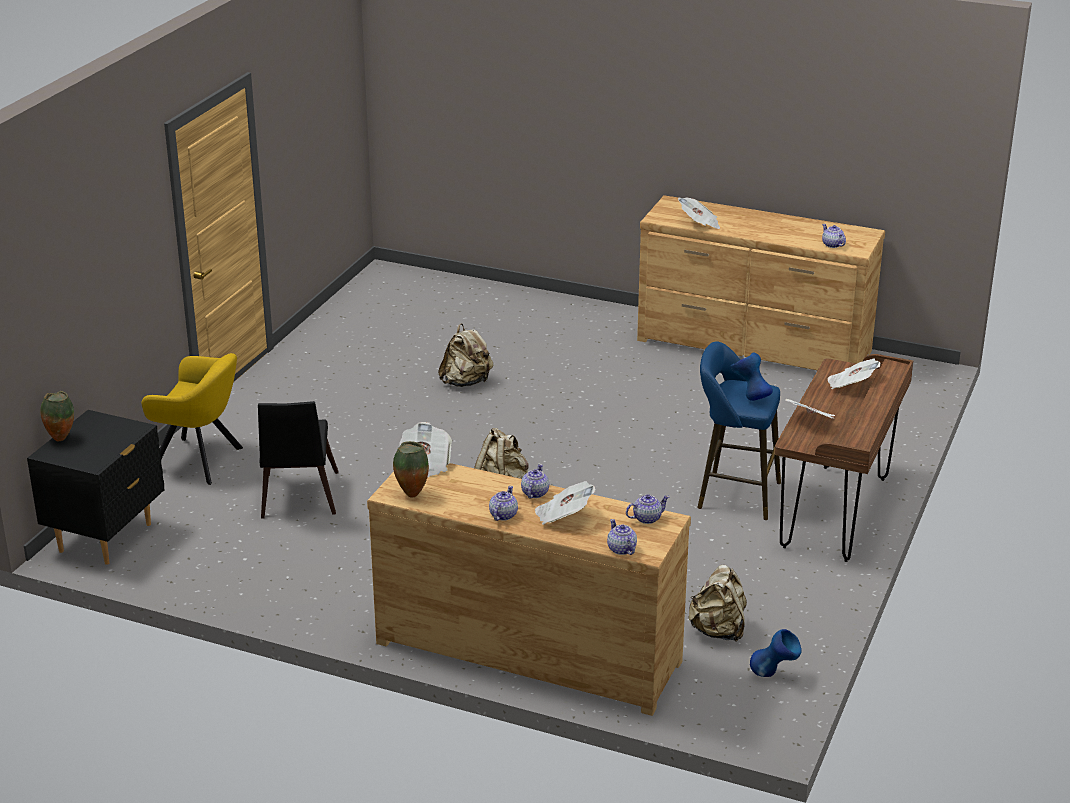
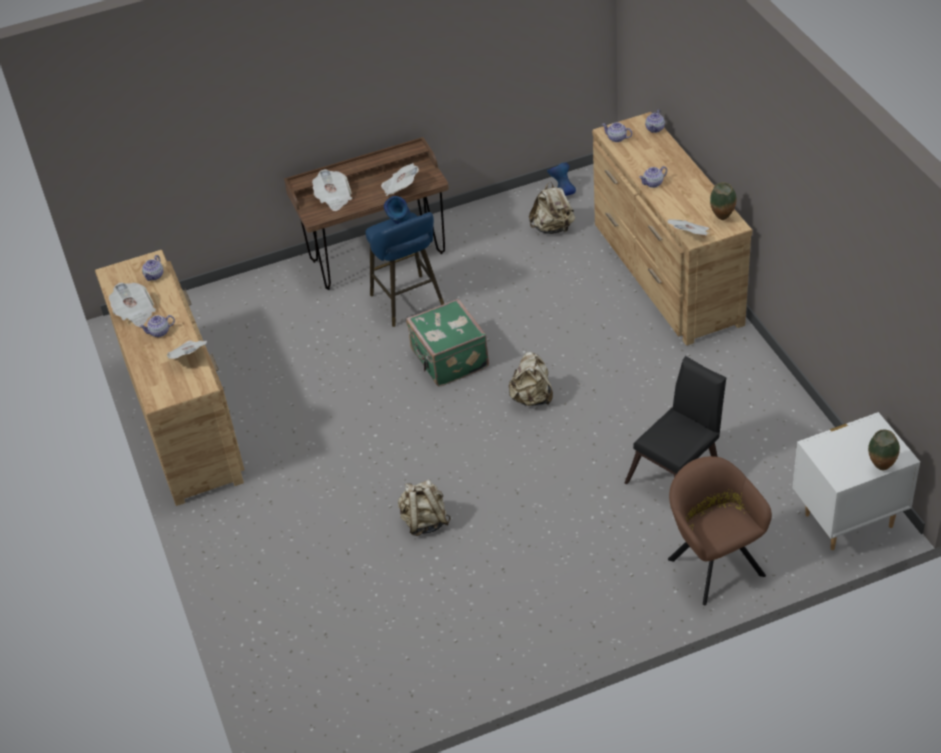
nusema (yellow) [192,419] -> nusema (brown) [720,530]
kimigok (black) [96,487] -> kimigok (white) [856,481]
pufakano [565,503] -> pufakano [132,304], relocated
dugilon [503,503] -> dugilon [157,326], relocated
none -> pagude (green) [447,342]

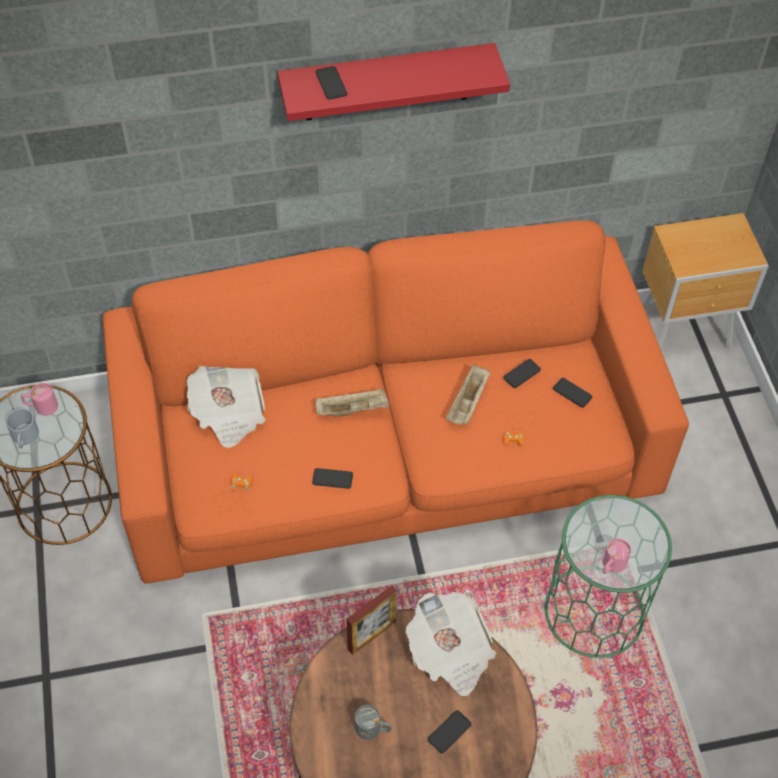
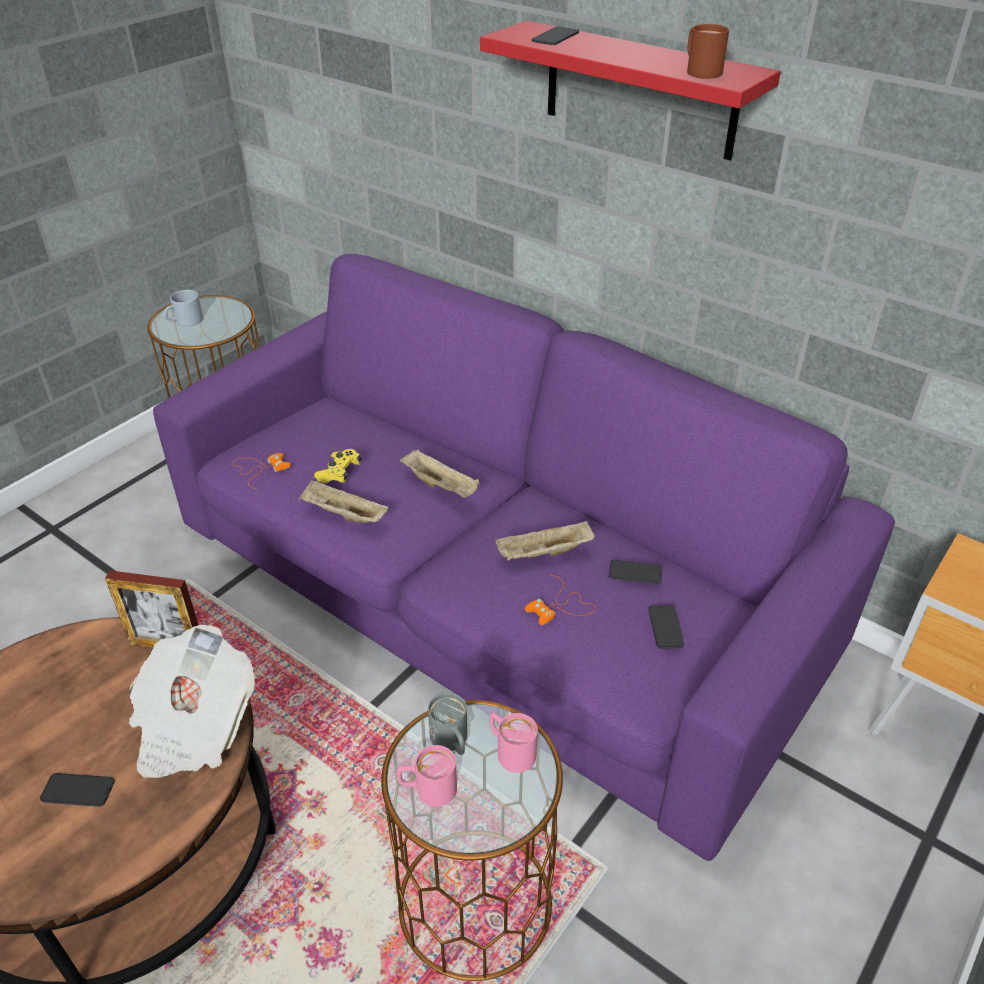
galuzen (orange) [396,402] -> galuzen (purple) [524,557]
pufakano [226,407] -> none
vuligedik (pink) [39,399] -> vuligedik (pink) [513,742], relocated
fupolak [332,478] -> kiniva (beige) [344,501]
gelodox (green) [608,576] -> gelodox (brown) [472,840]
vuligedik (grey) [373,722] -> vuligedik (grey) [447,724], relocated
none -> vuligedik (brown) [708,51]
none -> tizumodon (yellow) [337,466]

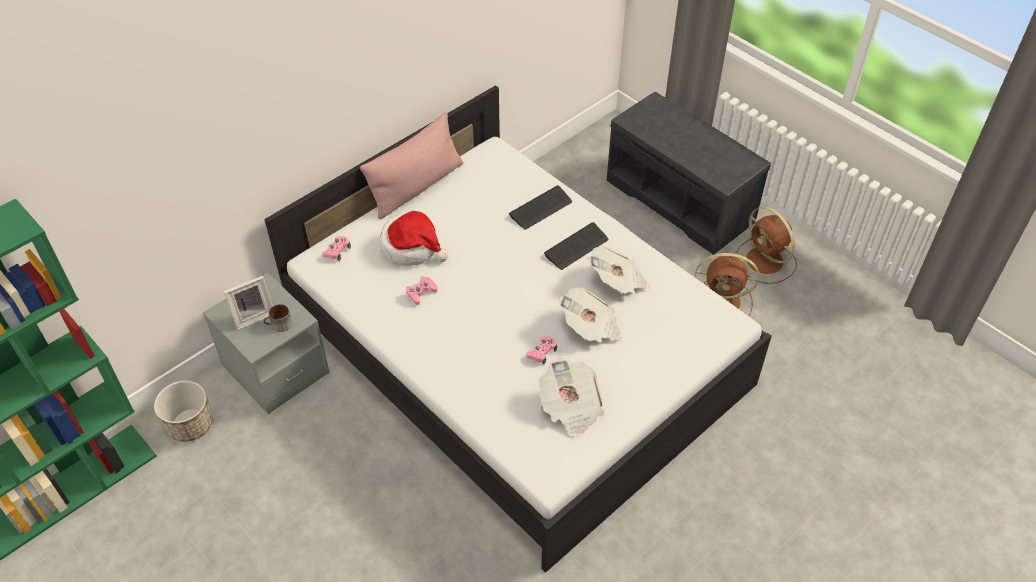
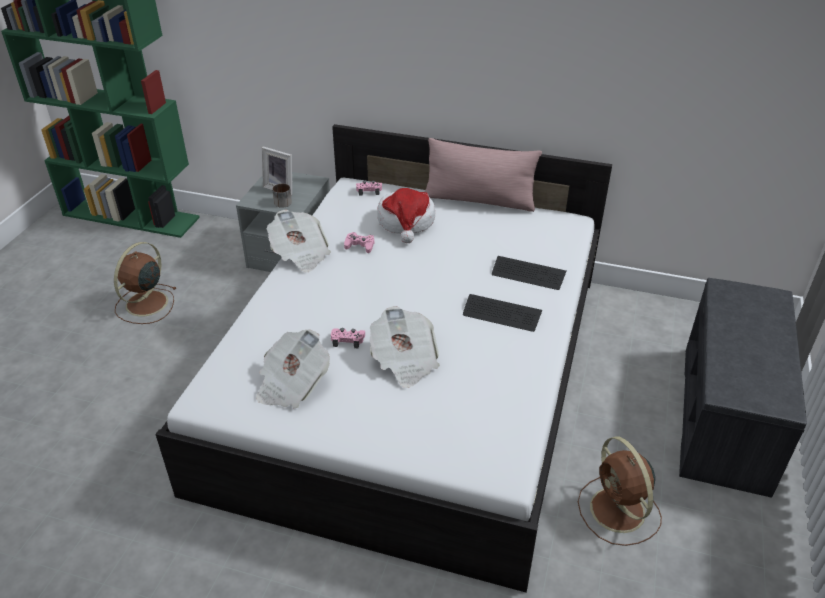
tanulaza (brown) [766,245] -> tanulaza (brown) [145,283], relocated
pufakano [619,270] -> pufakano [299,241], relocated
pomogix [183,411] -> none

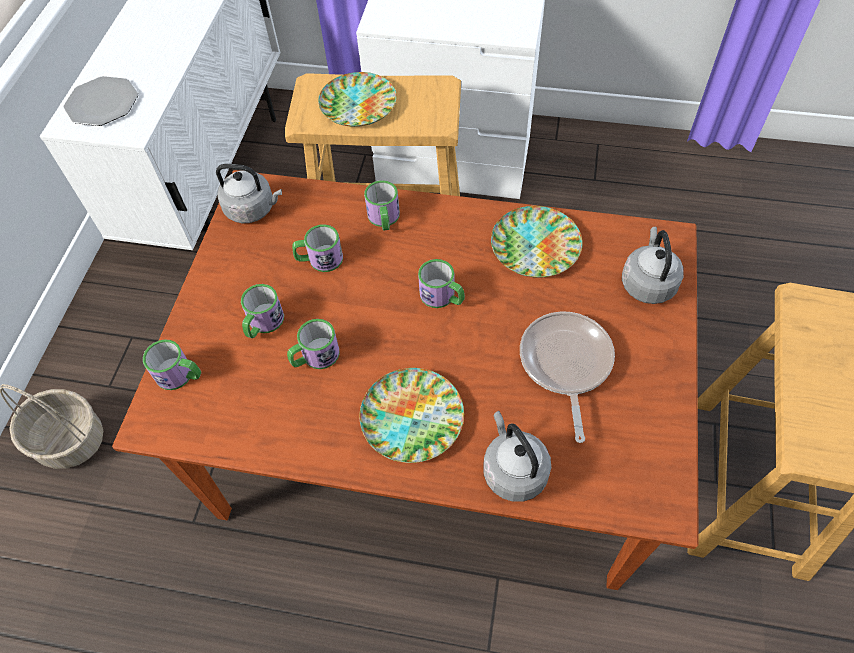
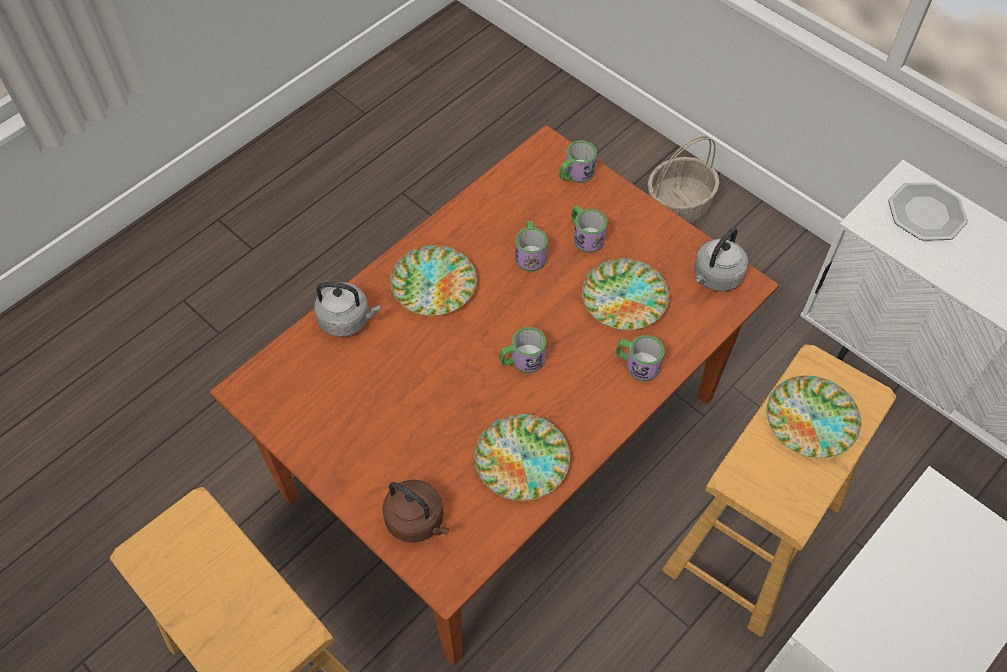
vuligedik [317,248] -> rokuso [625,294]
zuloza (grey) [653,265] -> zuloza (brown) [415,511]
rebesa [567,377] -> none

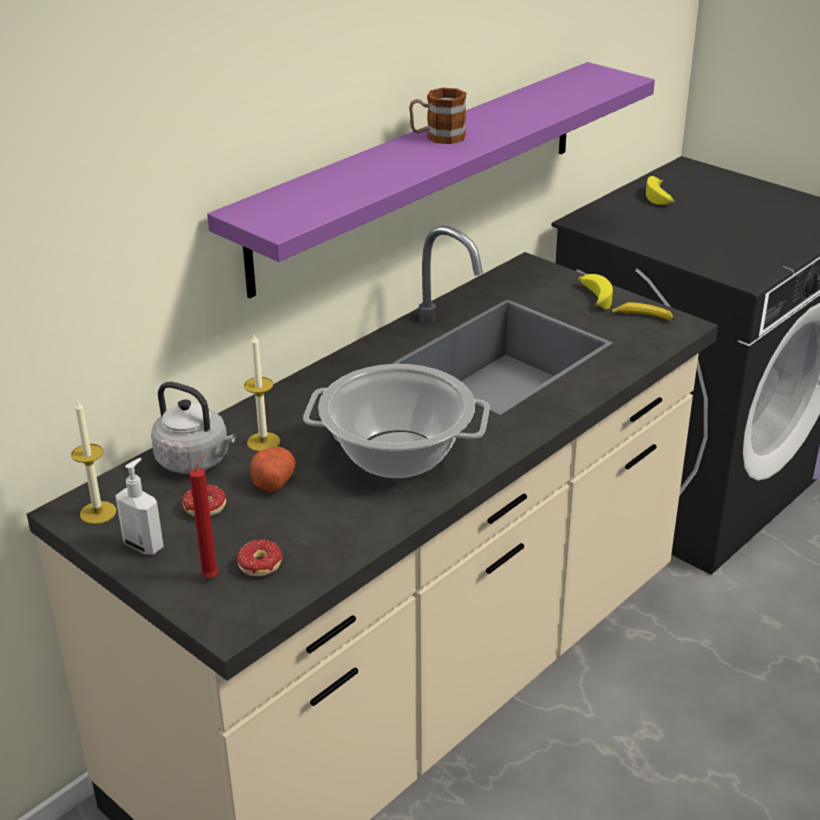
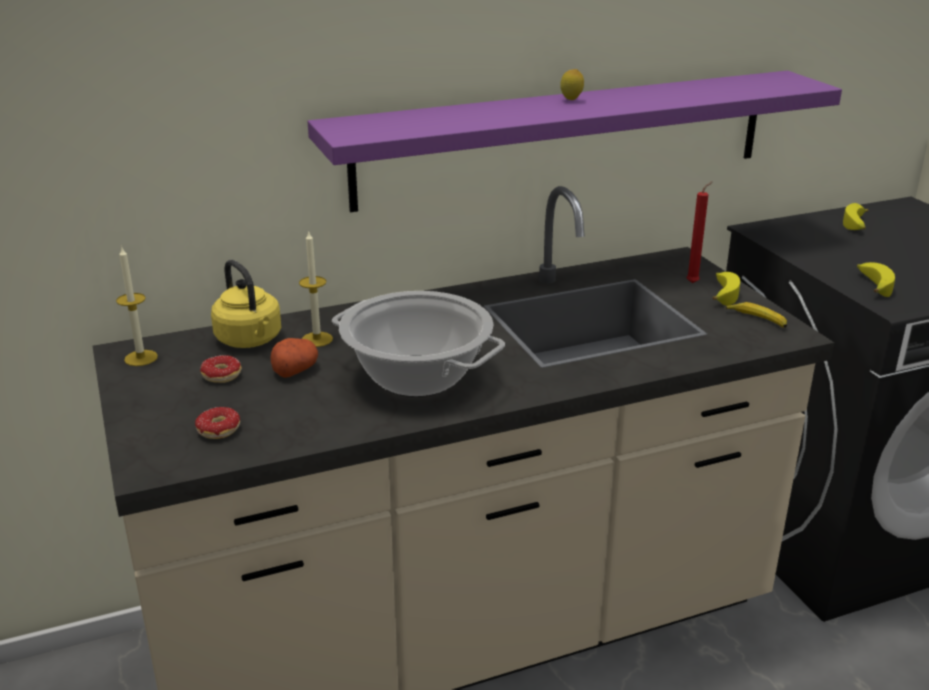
vuligedik [437,116] -> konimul [572,84]
zuloza (grey) [193,428] -> zuloza (yellow) [246,304]
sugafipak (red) [204,515] -> sugafipak (red) [700,232], relocated
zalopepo [139,506] -> none
none -> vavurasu [876,279]

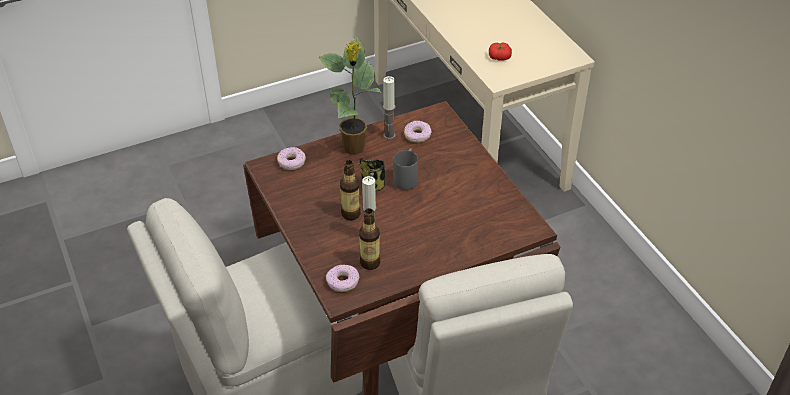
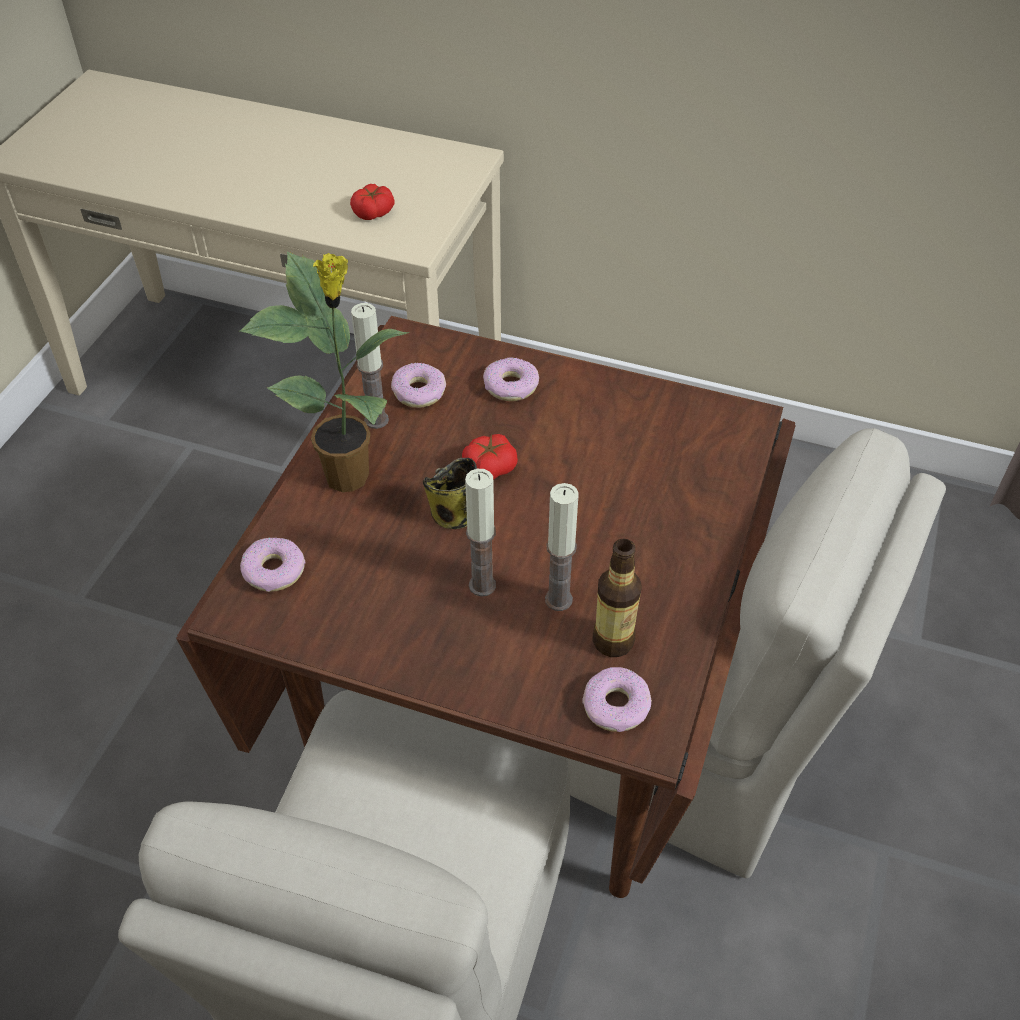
vuligedik (grey) [405,169] -> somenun [490,457]
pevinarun [350,190] -> sugafipak [480,533]
none -> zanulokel [511,379]

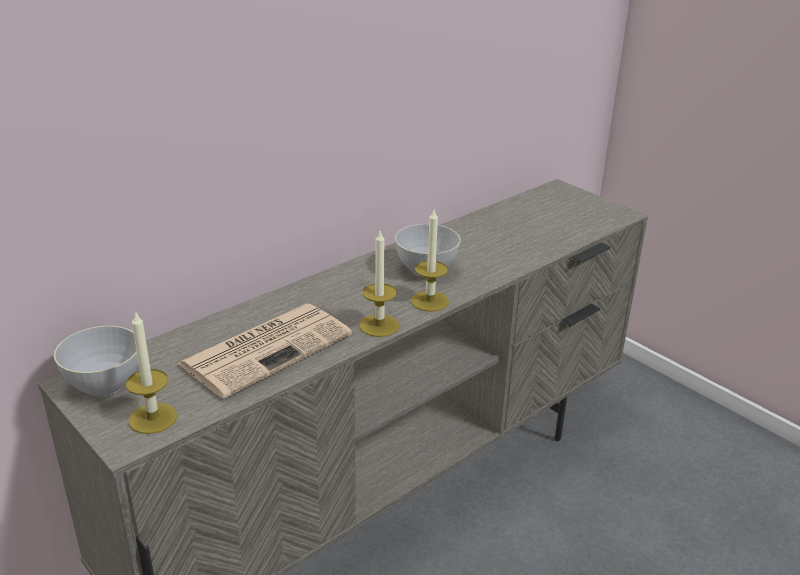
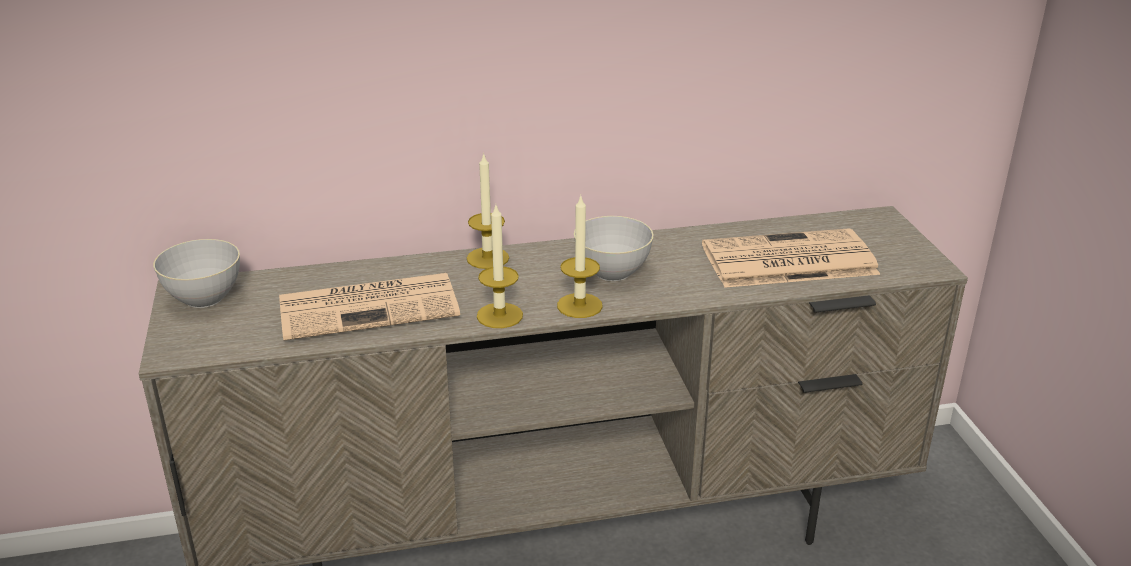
sugafipak [151,372] -> sugafipak [488,210], relocated
none -> pufakano [791,258]

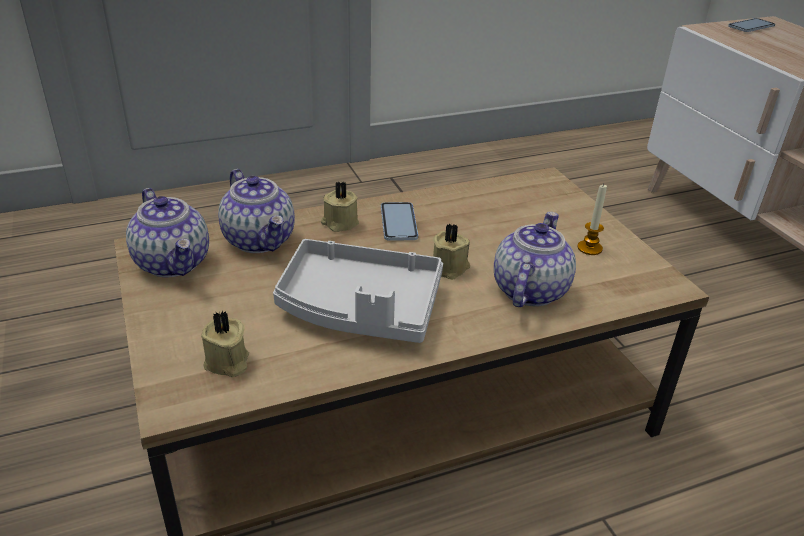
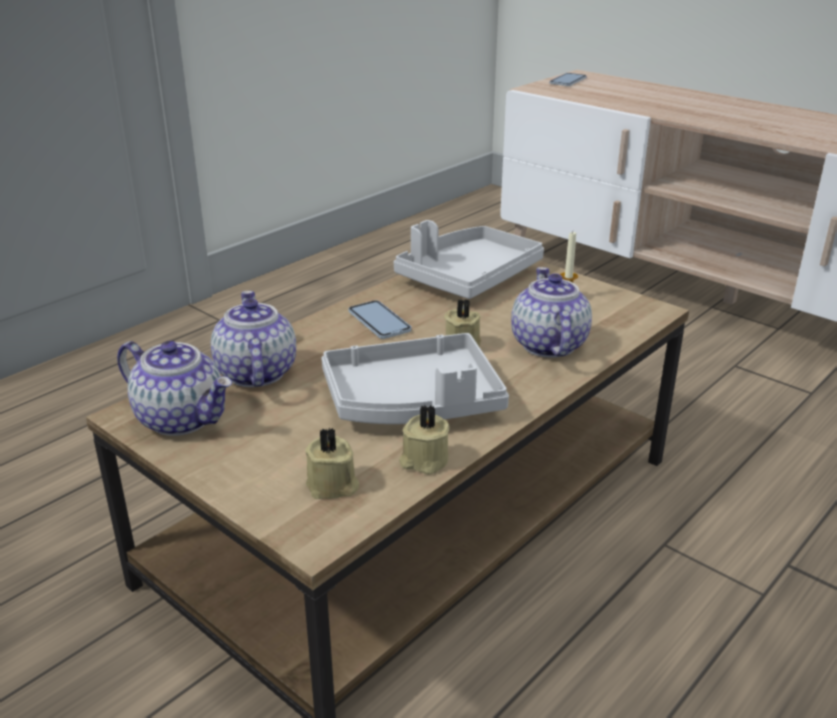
dugilon [256,211] -> dugilon [253,339], 135 degrees counterclockwise
sugafipak (beige) [340,206] -> sugafipak (beige) [424,440], relocated
none -> kiniva (grey) [469,259]

